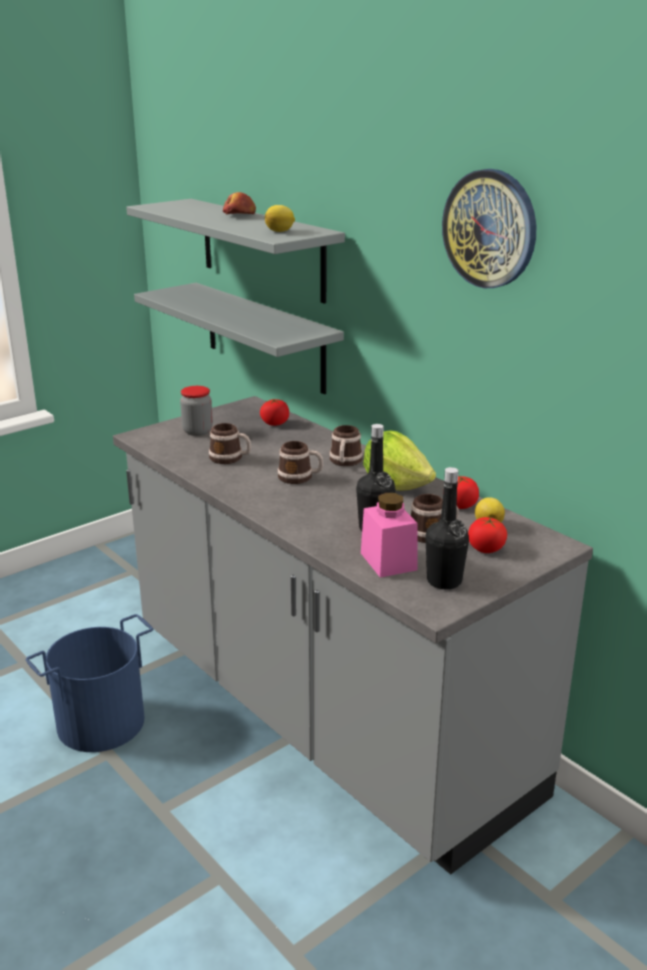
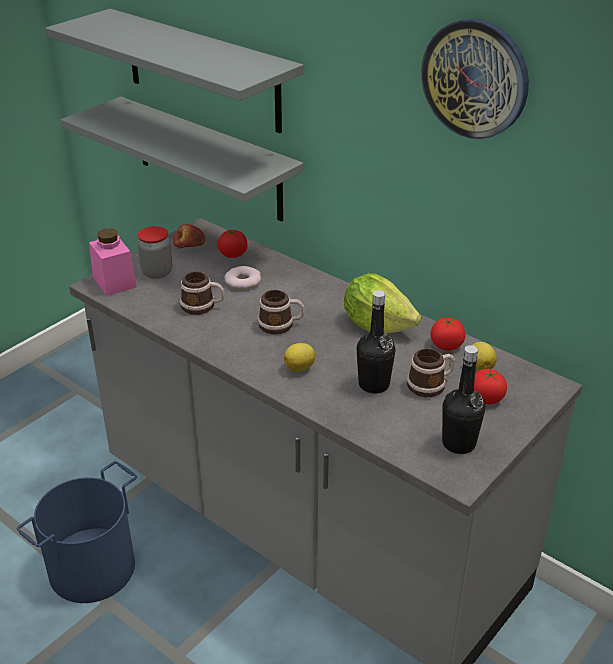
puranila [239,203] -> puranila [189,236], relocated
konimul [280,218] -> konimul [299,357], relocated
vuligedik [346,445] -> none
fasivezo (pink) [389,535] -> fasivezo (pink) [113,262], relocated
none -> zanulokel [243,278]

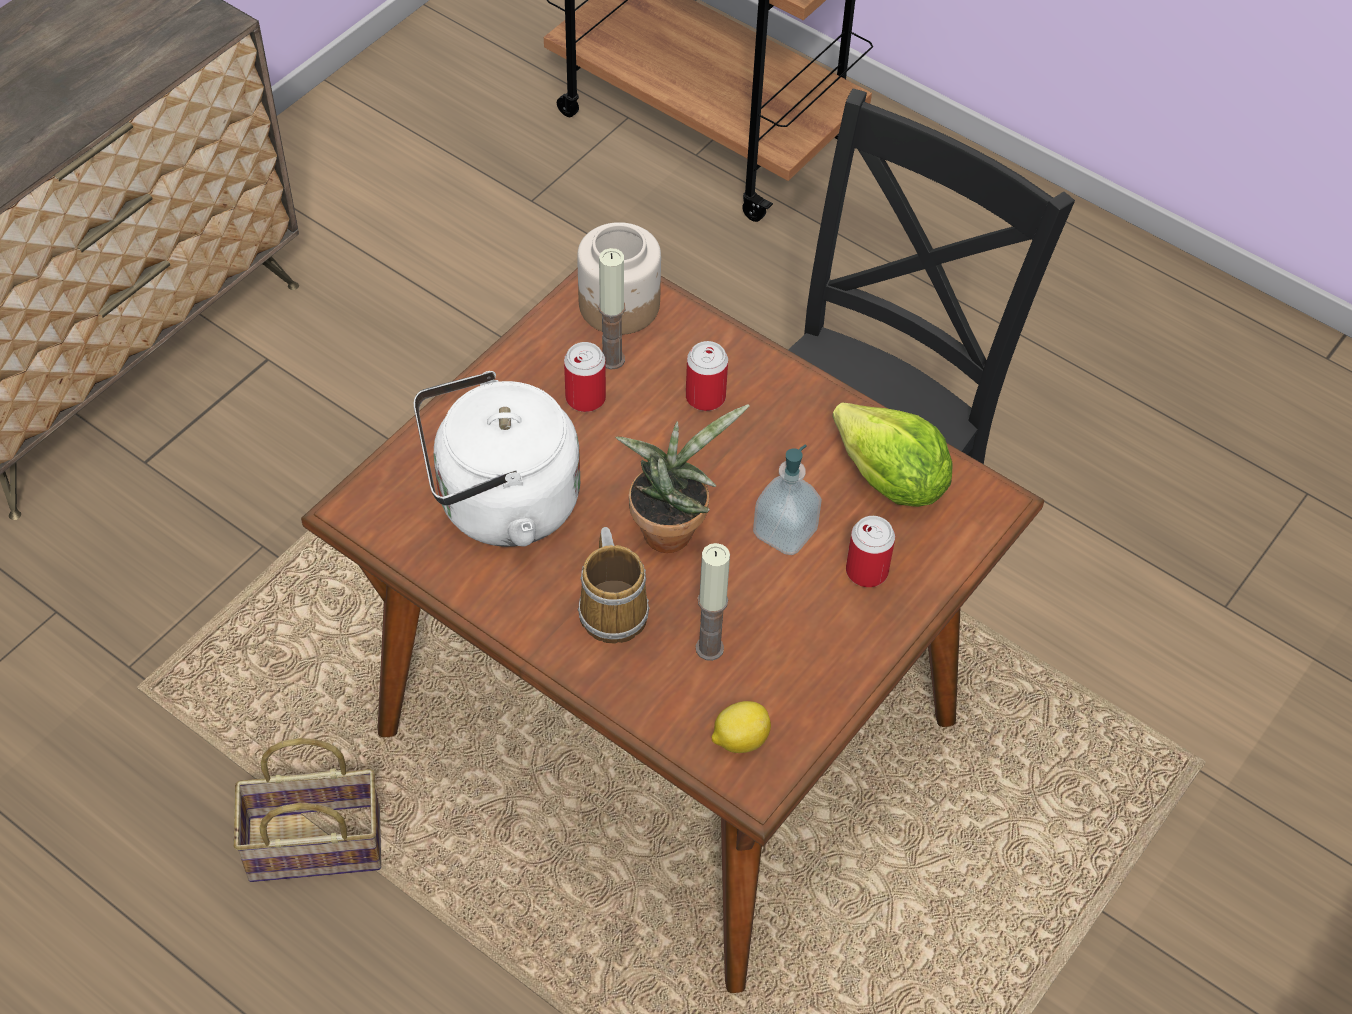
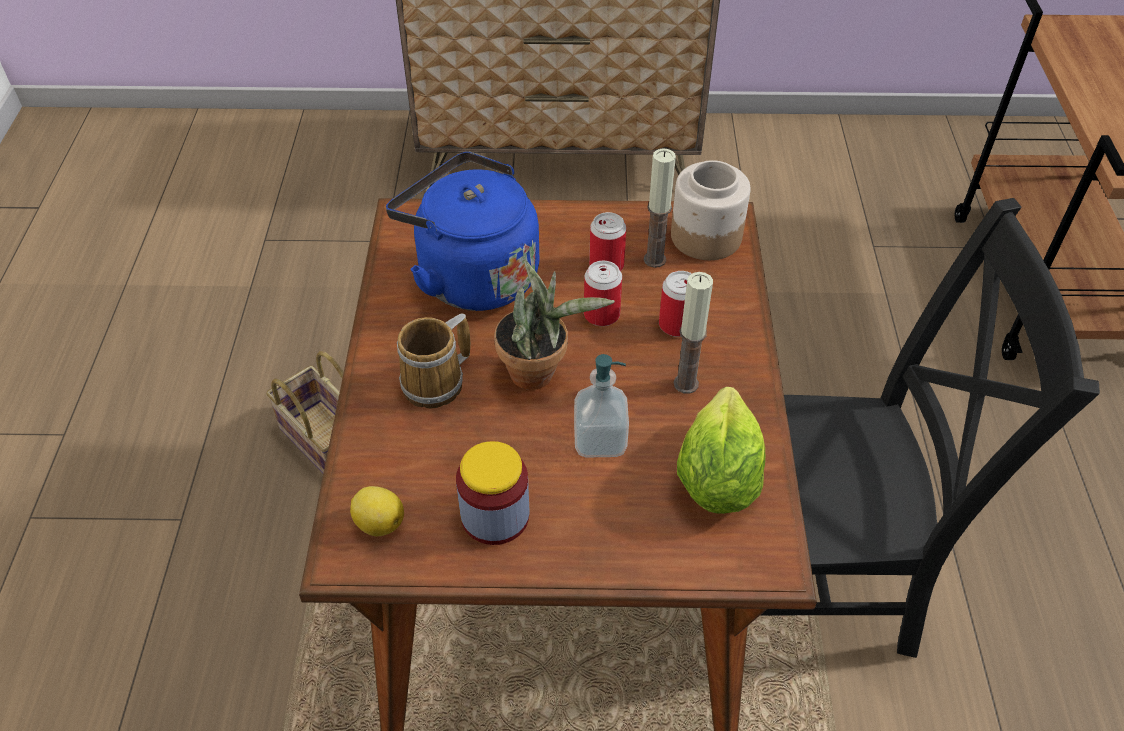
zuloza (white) [497,459] -> zuloza (blue) [462,231]
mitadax [870,551] -> mitadax [603,293], relocated
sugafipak [713,602] -> sugafipak [693,333], relocated
none -> fasivezo [493,493]

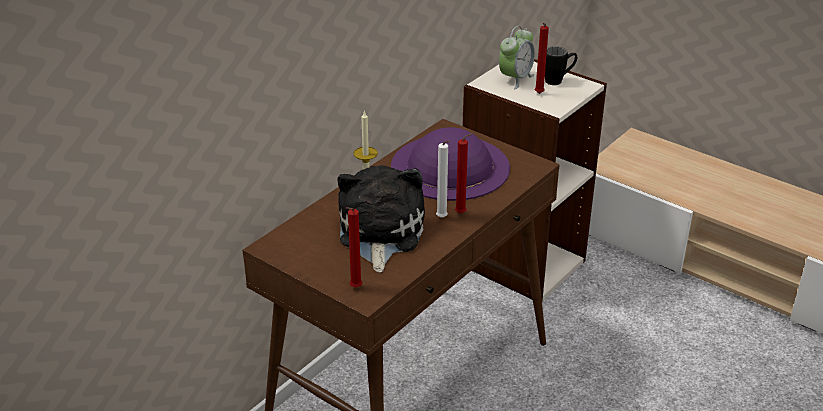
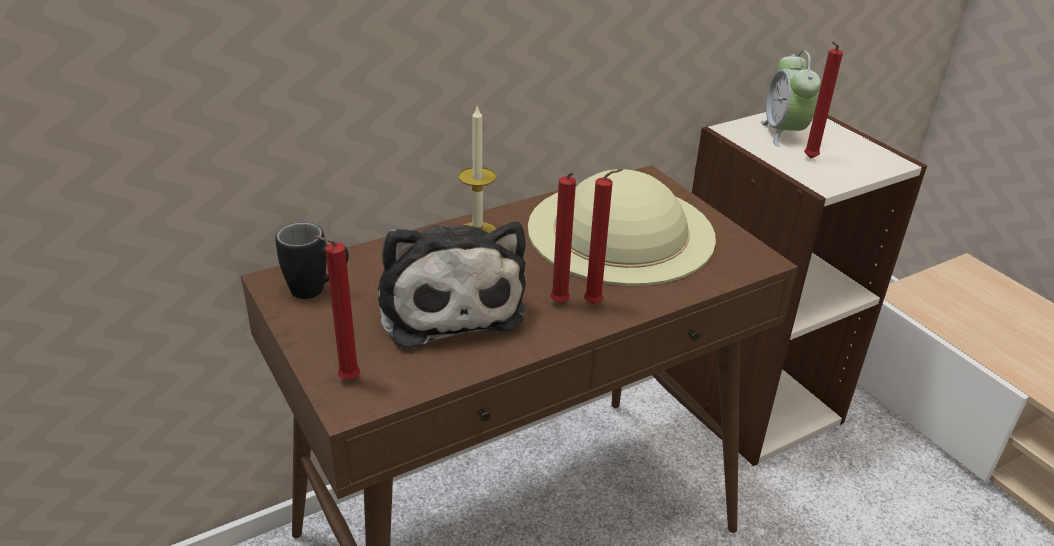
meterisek [517,57] -> meterisek [791,98], 120 degrees clockwise
vuligedik (black) [561,65] -> vuligedik (black) [312,260], relocated
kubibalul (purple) [450,164] -> kubibalul (beige) [622,227]
sugafipak (white) [443,179] -> sugafipak (red) [563,237]
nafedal [381,218] -> nafedal [452,285], 135 degrees clockwise

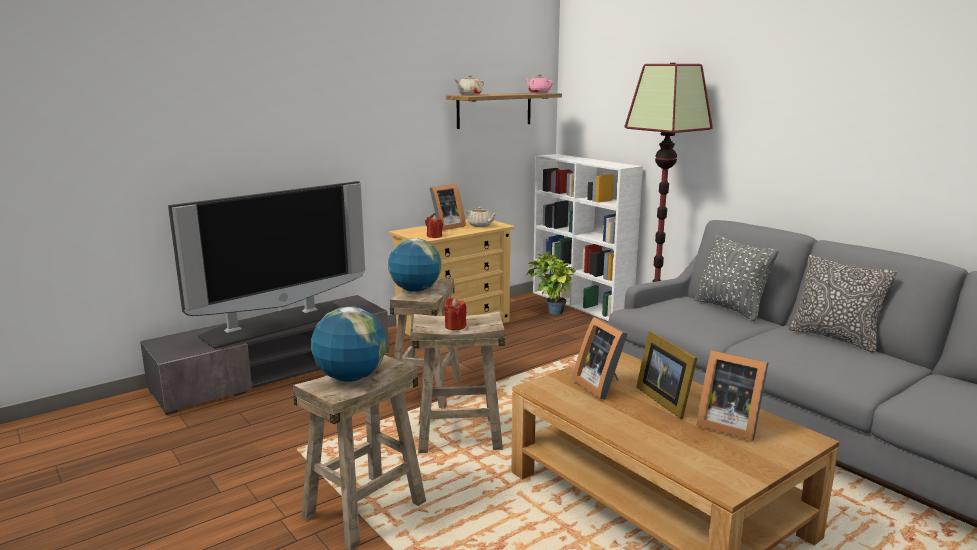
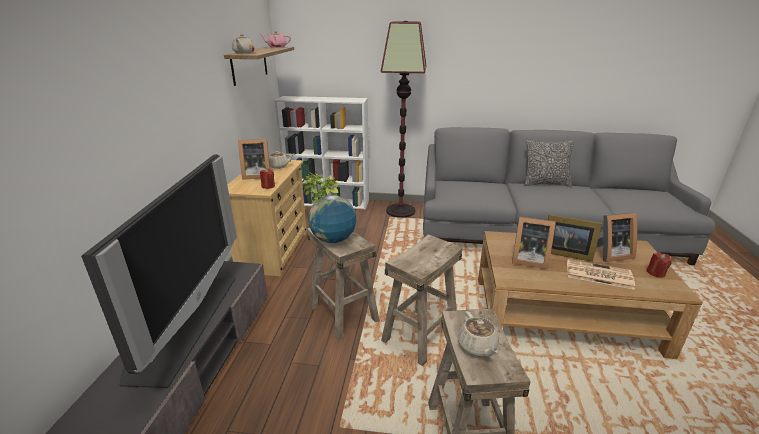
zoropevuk [445,207] -> zoropevuk [254,159], 75 degrees clockwise
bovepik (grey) [736,277] -> none
sugafipak (red) [455,314] -> sugafipak (red) [659,265], relocated
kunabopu [348,344] -> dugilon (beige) [478,334]
none -> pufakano [601,274]

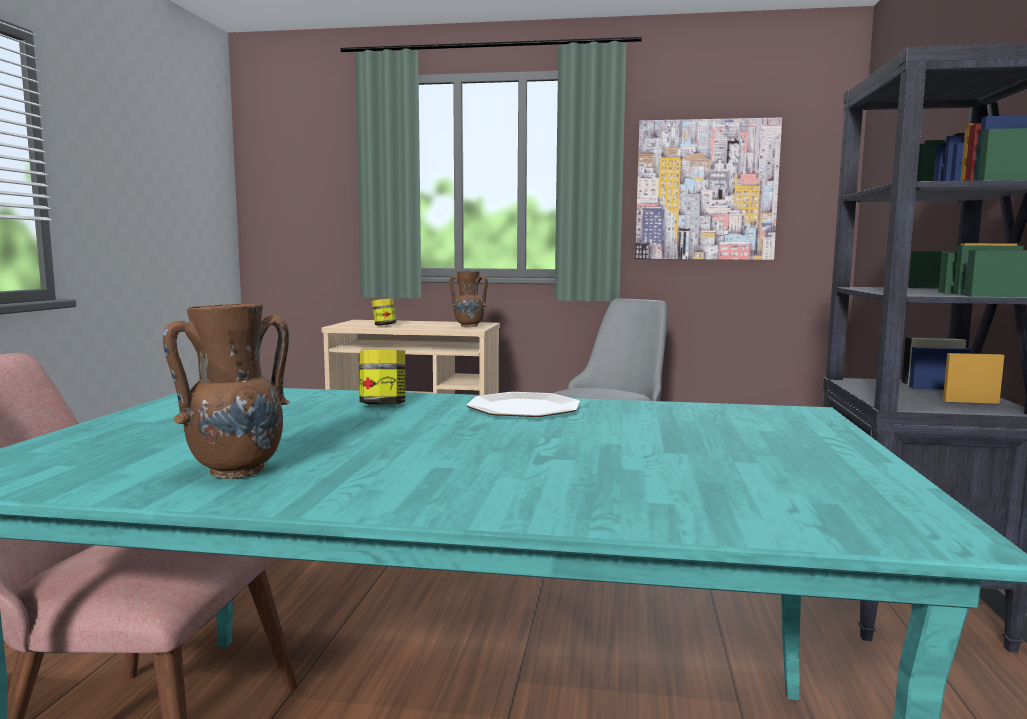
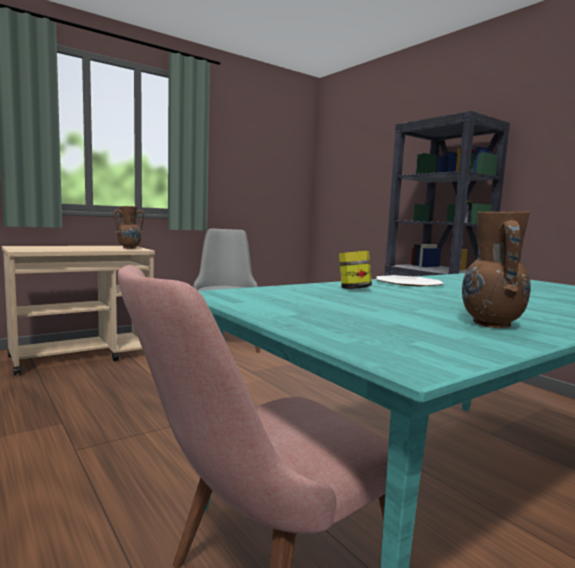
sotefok [708,189] -> none
fasivezo [384,312] -> none

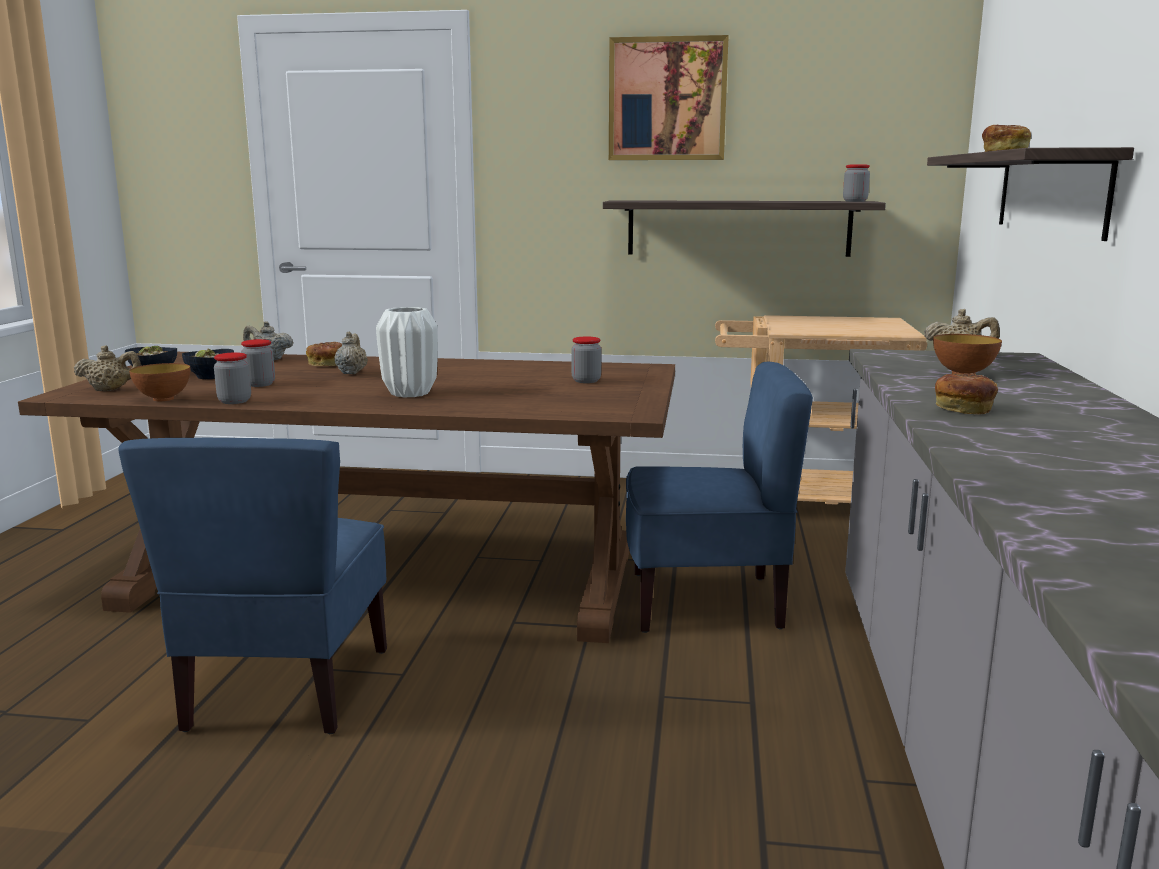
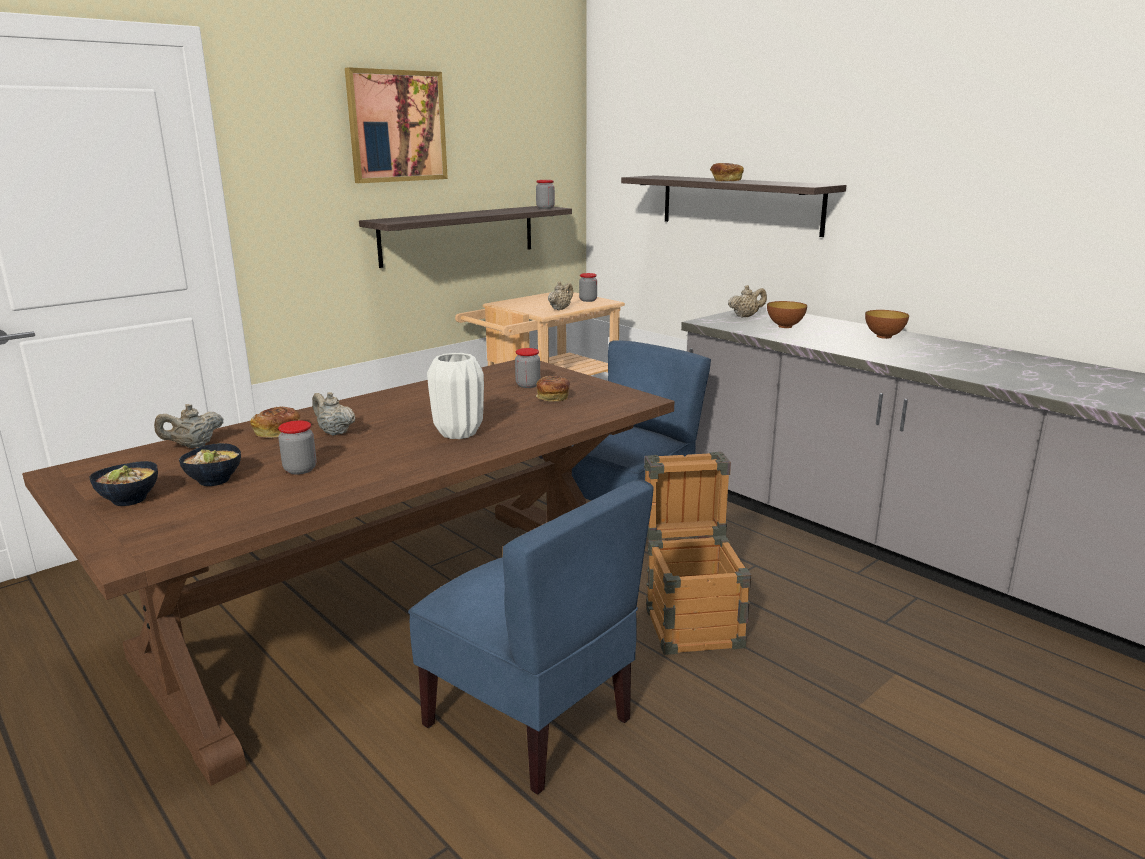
dugilon (beige) [108,368] -> dugilon (beige) [560,296], relocated
fasivezo [232,378] -> fasivezo [588,287], relocated
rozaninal [159,382] -> rozaninal [887,324], relocated
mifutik [966,393] -> mifutik [553,389], relocated
none -> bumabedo [697,553]

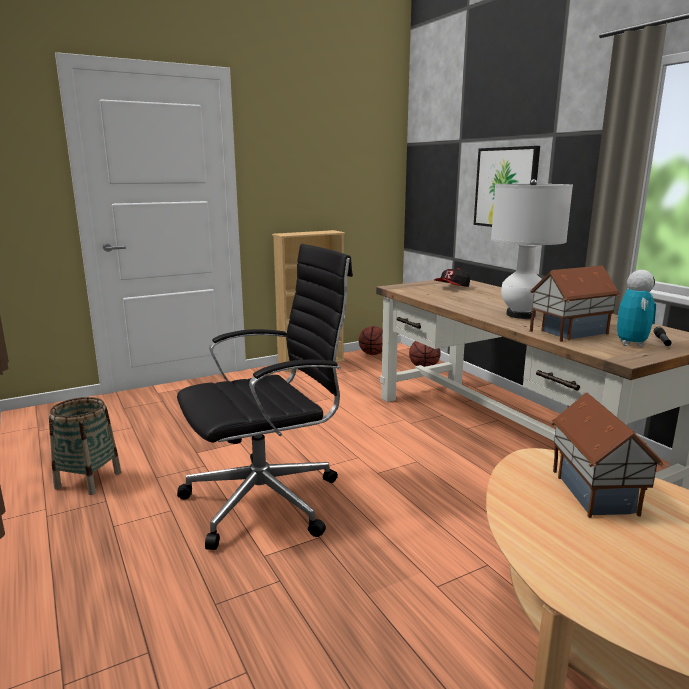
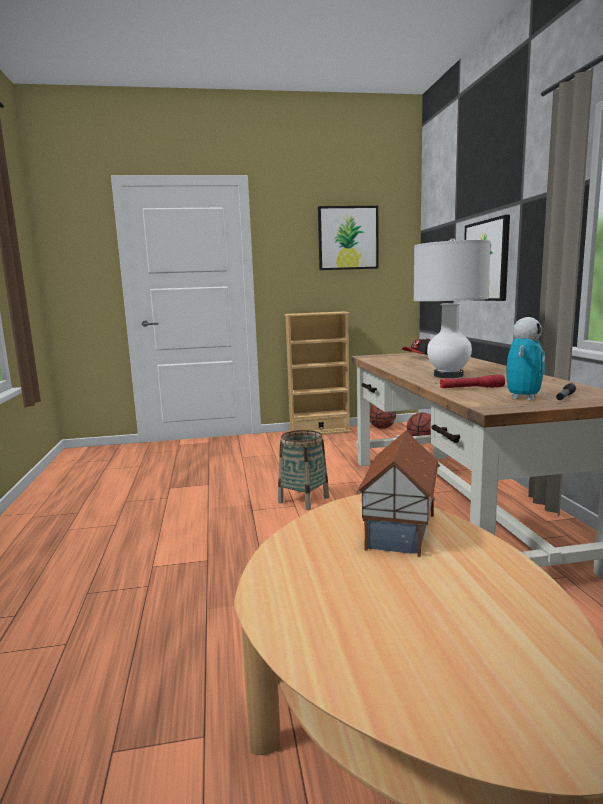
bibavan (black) [265,397] -> none
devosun [575,304] -> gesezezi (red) [472,381]
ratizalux [85,446] -> ratizalux [303,470], relocated
none -> sotefok [348,238]

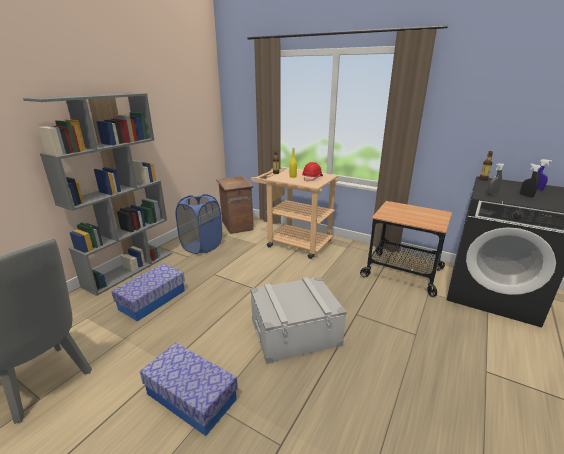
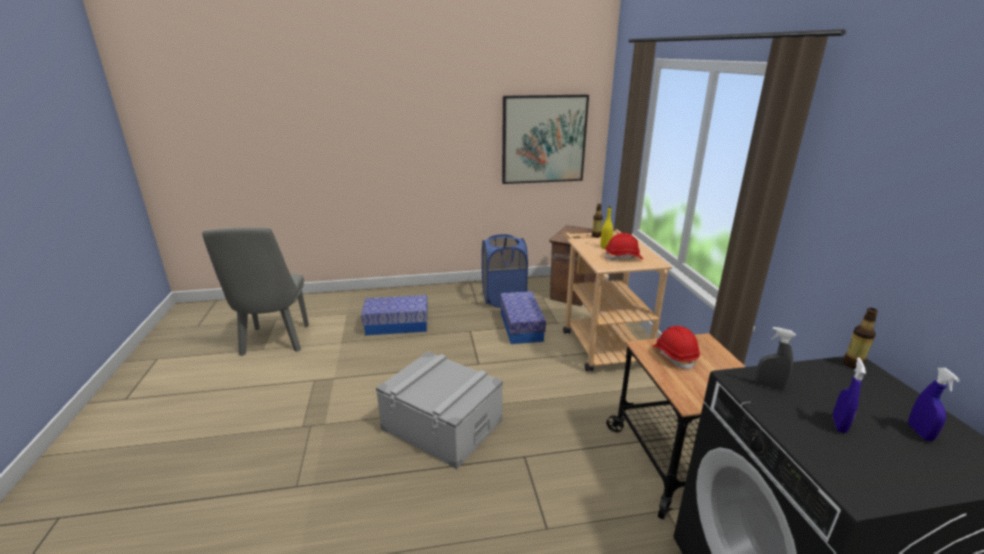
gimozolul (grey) [97,194] -> none
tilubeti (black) [530,181] -> tilubeti (blue) [849,395]
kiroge [189,389] -> kiroge [523,317], relocated
none -> sotefok [545,139]
none -> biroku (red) [676,348]

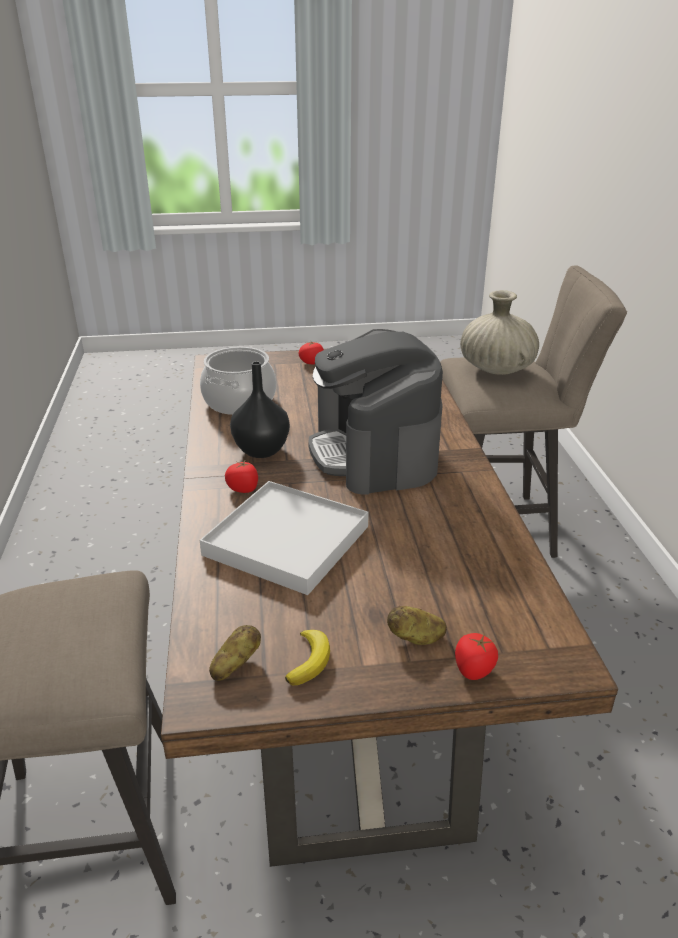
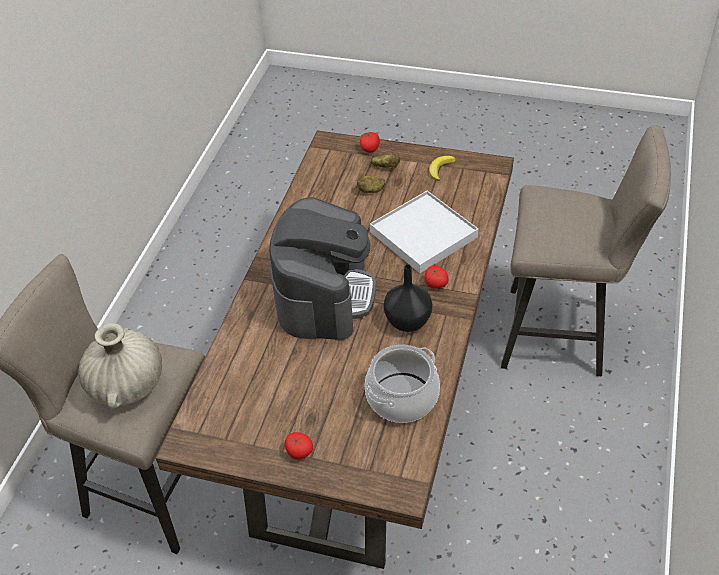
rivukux [235,653] -> rivukux [371,184], relocated

